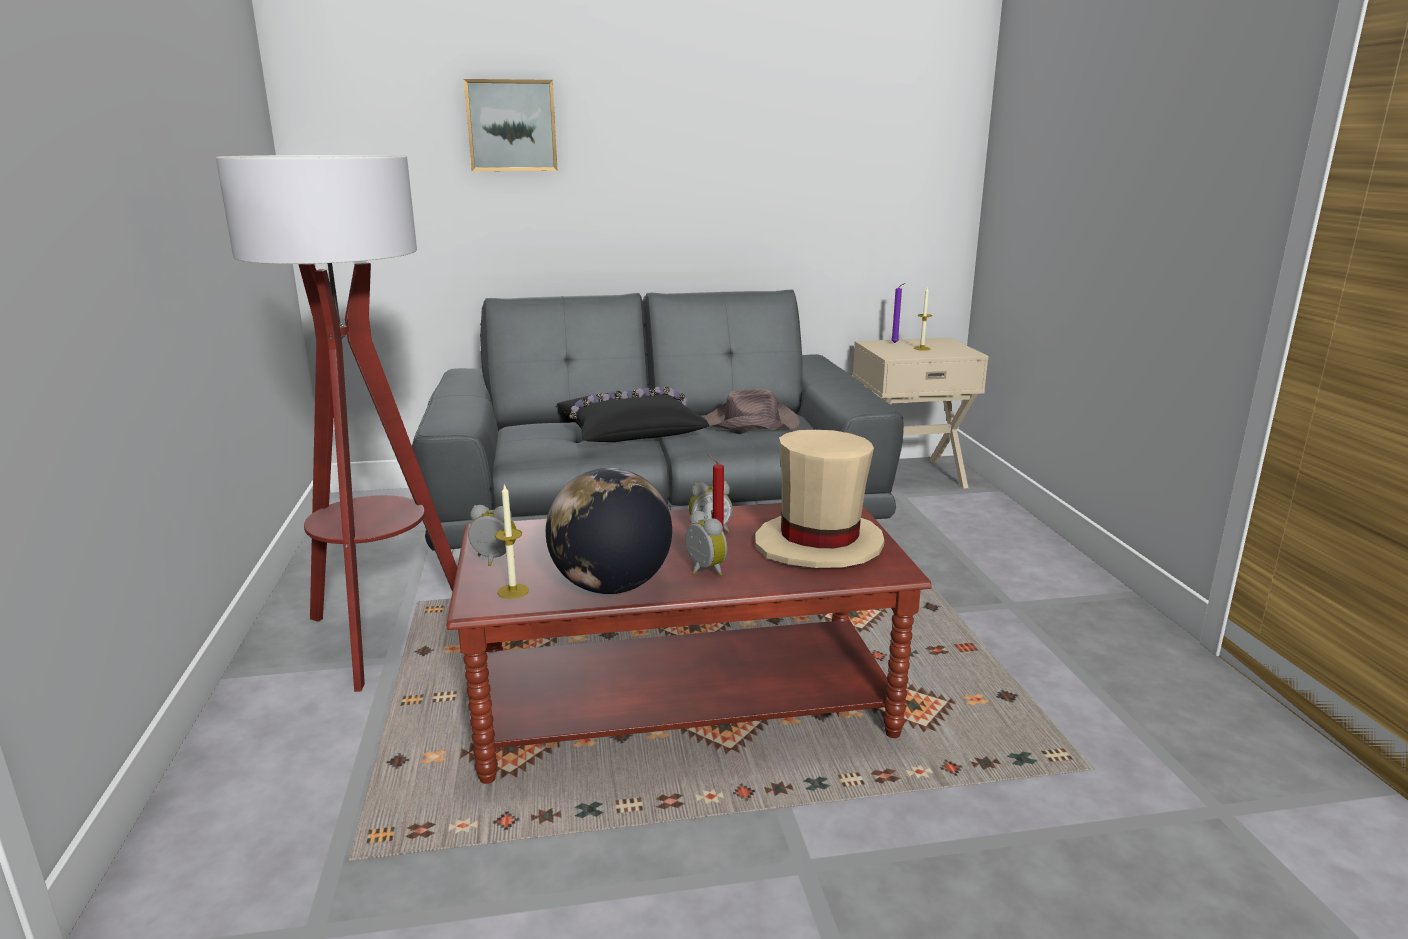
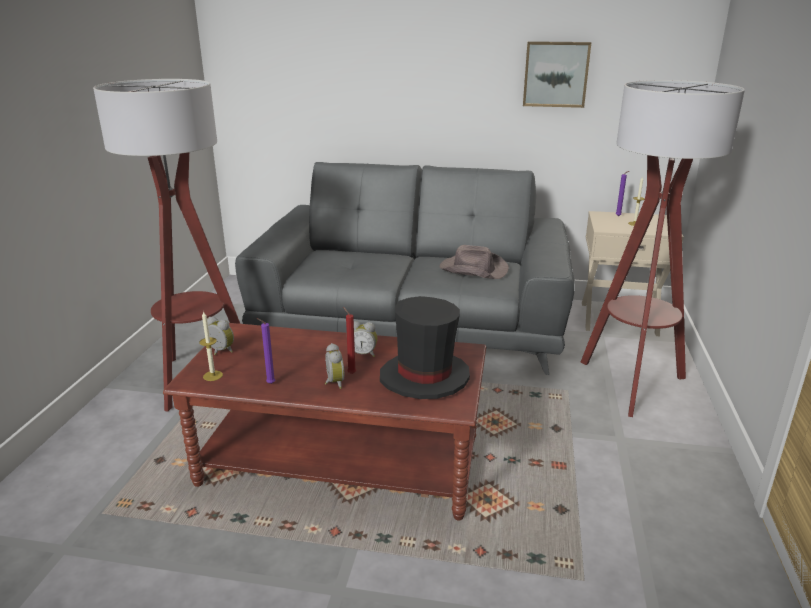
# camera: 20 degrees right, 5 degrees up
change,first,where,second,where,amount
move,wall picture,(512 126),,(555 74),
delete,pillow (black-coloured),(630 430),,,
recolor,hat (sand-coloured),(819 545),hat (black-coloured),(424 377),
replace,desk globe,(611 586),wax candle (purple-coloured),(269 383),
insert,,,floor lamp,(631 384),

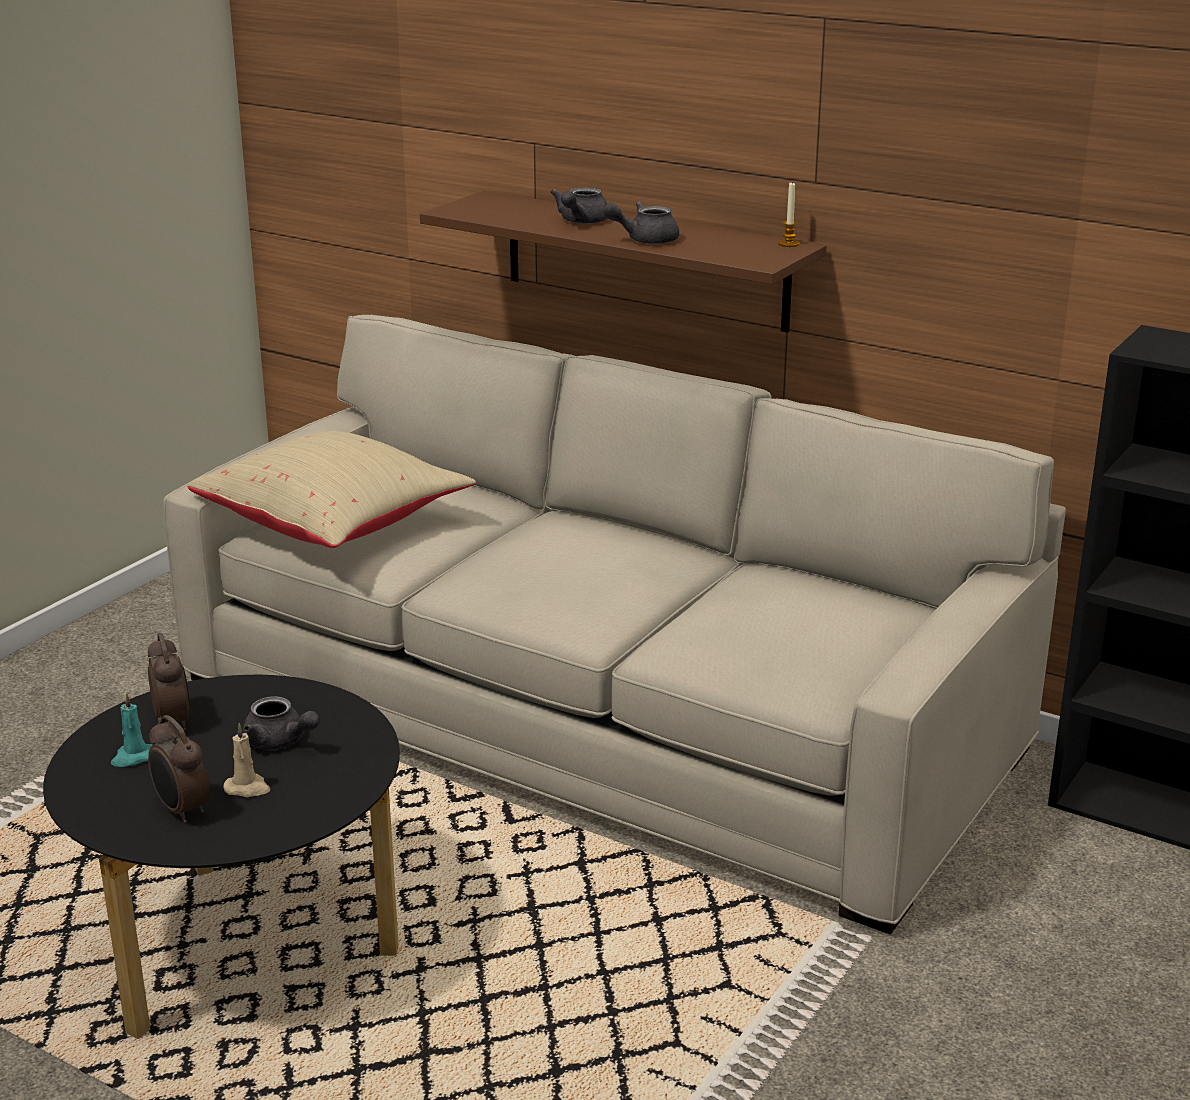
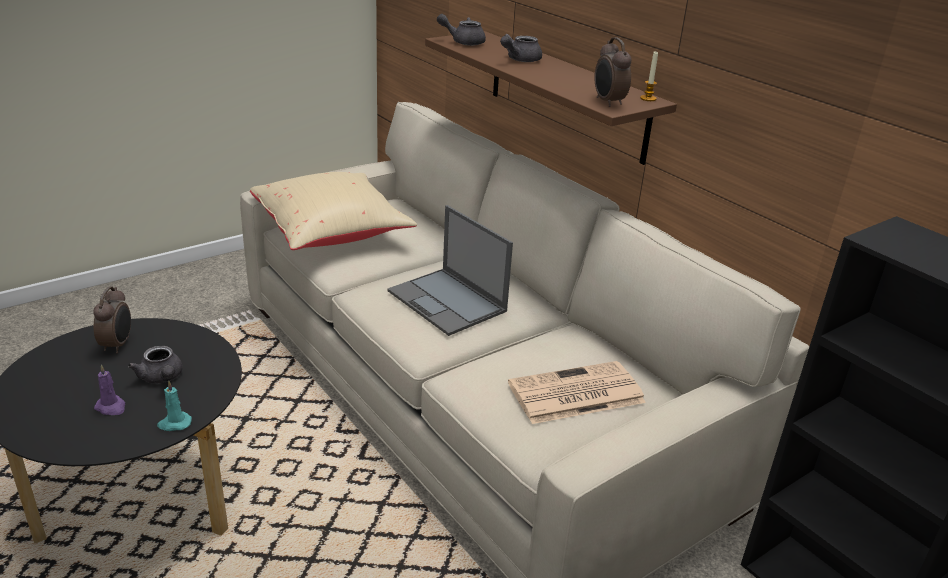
# camera: 20 degrees right, 5 degrees up
change,first,where,second,where,amount
move,teapot (gray),(644 240),,(463 42),
move,wax candle (turquoise),(133 757),,(174 423),
move,alarm clock,(181 810),,(608 102),
recolor,wax candle (sand-coloured),(248 788),wax candle (purple-coloured),(111 407),
insert,,,laptop,(448 302),
insert,,,printed paper,(574 394),

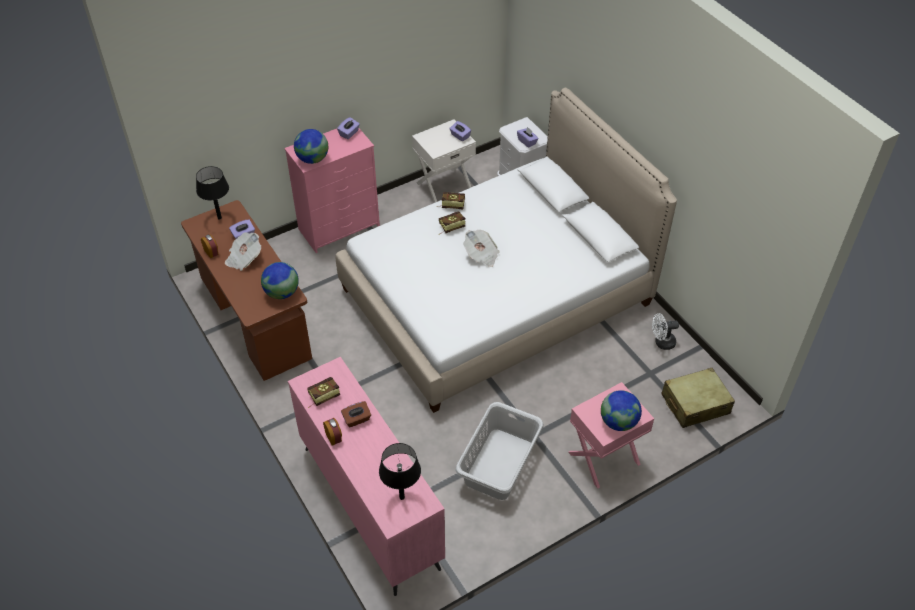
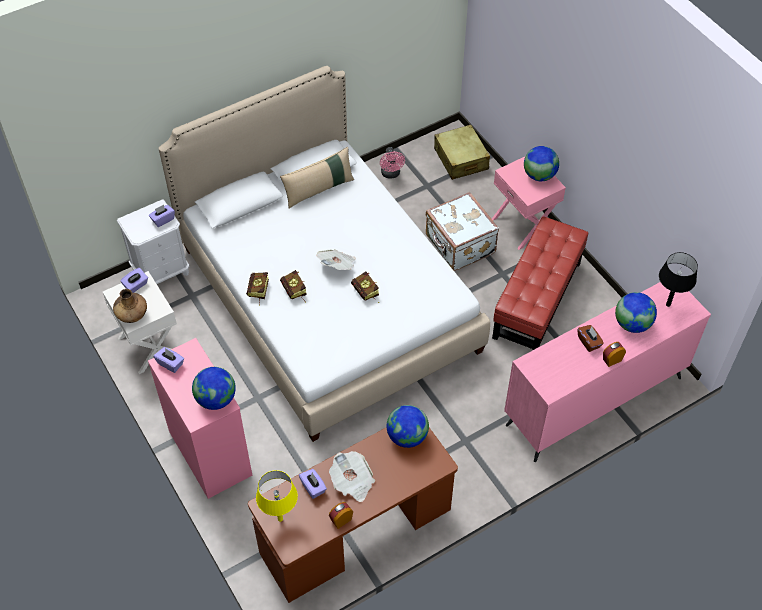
# camera: 90 degrees left, 5 degrees up
change,first,where,second,where,amount
recolor,table lamp (black-coloured),(219 218),table lamp (yellow-coloured),(280 519),
recolor,electric fan (white),(661 343),electric fan (pinkish),(391 174),
move,book,(321 397),,(367 294),
replace,hamper (gray),(500 464),pouffe (reddish),(536 300),
insert,,,pillow (sand-coloured),(319 189),
insert,,,piece of luggage (white),(459 245),
insert,,,decorative vase (brown-coloured),(132 315),
insert,,,desk globe,(632 324),

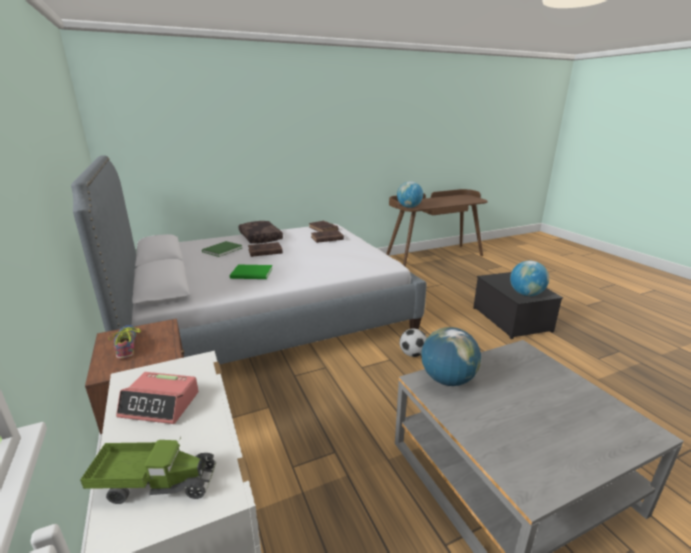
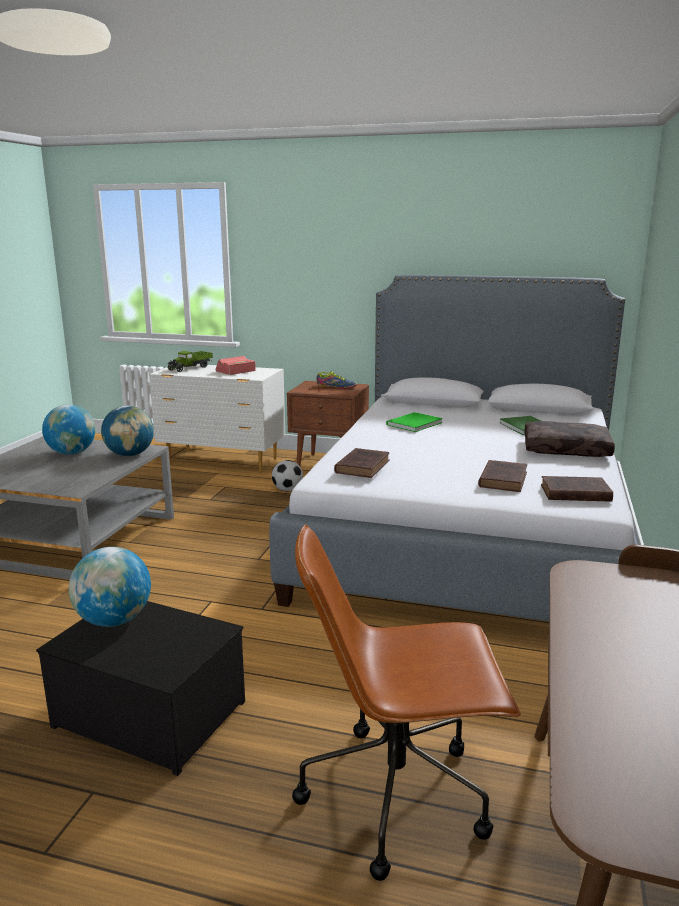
# camera: 130 degrees right, 5 degrees down
change,first,where,second,where,amount
move,desk globe,(409 207),,(72 453),
move,book (brown-coloured),(264 252),,(363 466),
move,ball for football,(412 354),,(287 490),
insert,,,office chair (brown-coloured),(398 794),

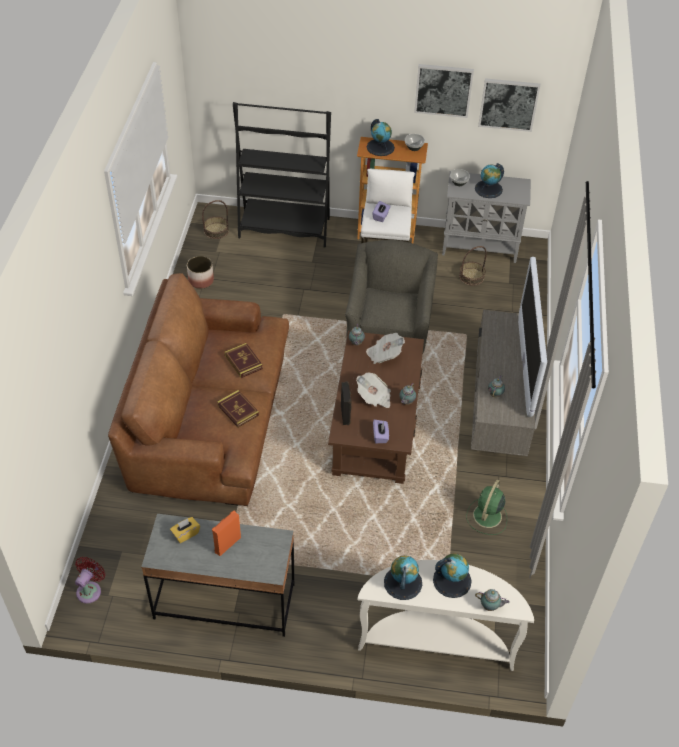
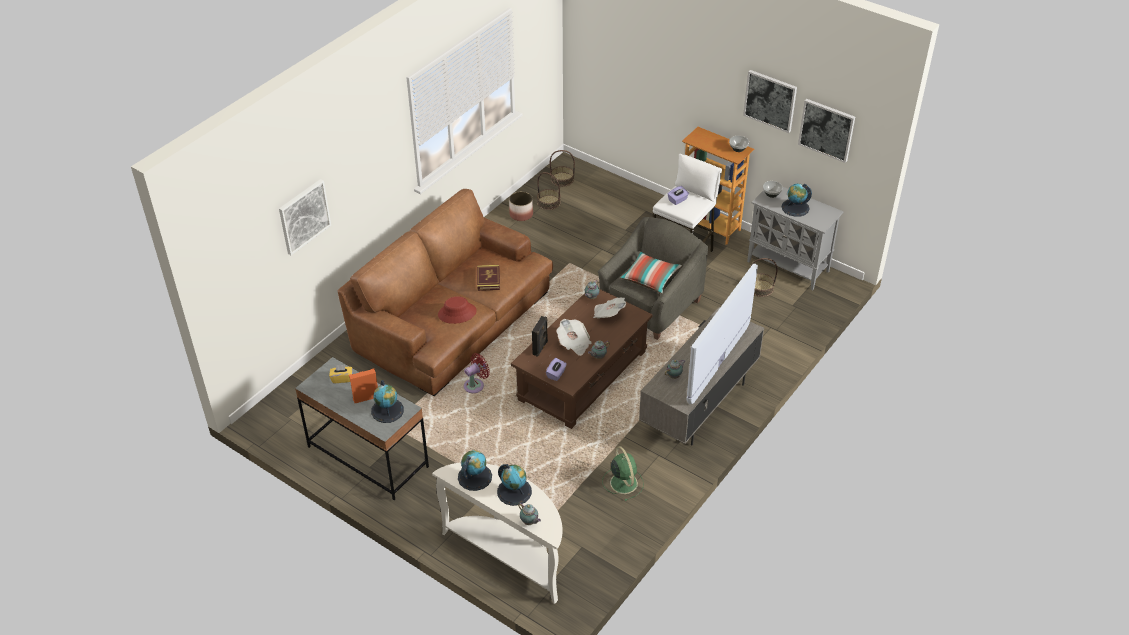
# camera: 30 degrees right, 5 degrees down
change,first,where,second,where,amount
delete,bookcase (black-coloured),(284 228),,,
move,desk globe,(380 147),,(387 410),
replace,book,(238 410),hat (reddish),(457 313),
rotate,electric fan (greenish),(486 517),,(623 482),105 degrees clockwise
move,electric fan (reddish),(90 590),,(476 385),
insert,,,basket,(548 202),
insert,,,wall picture,(304 216),
insert,,,pillow,(650 278),

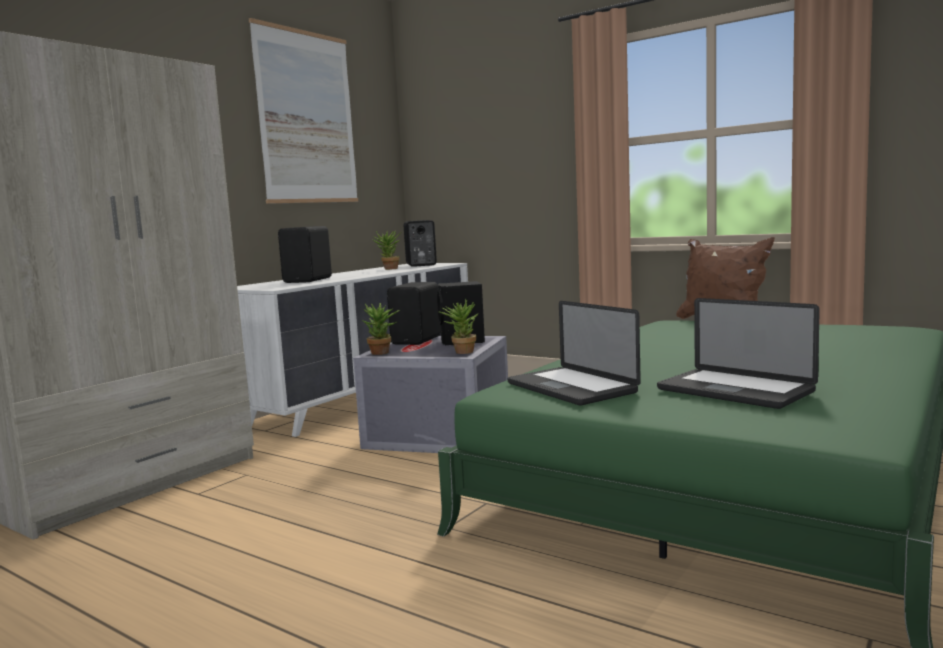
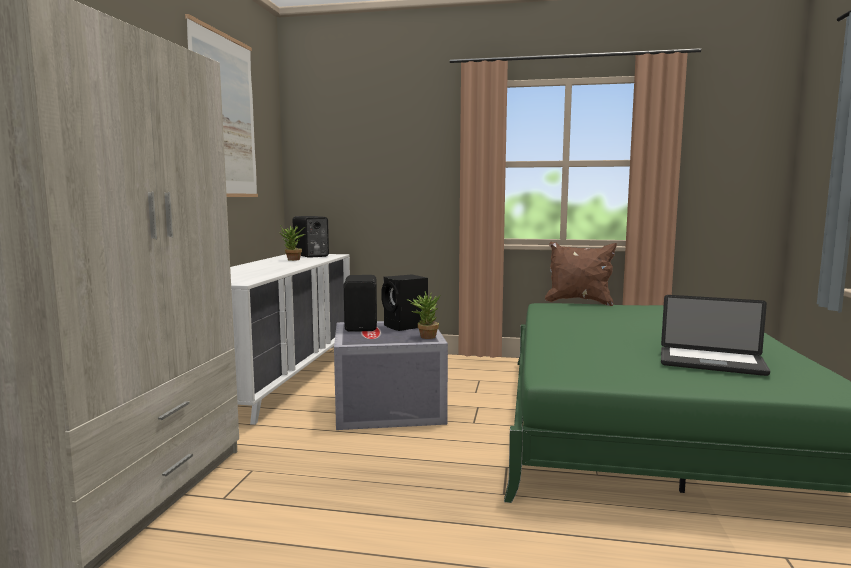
# camera: 25 degrees left, 0 degrees up
change,first,where,second,where,amount
delete,audio speaker (black-coloured),(309 280),,,
delete,laptop,(570 388),,,
delete,plant in a pot,(383 353),,,

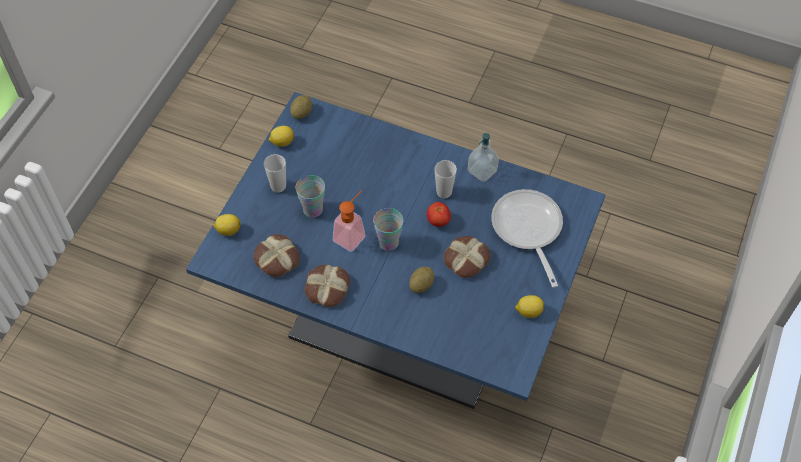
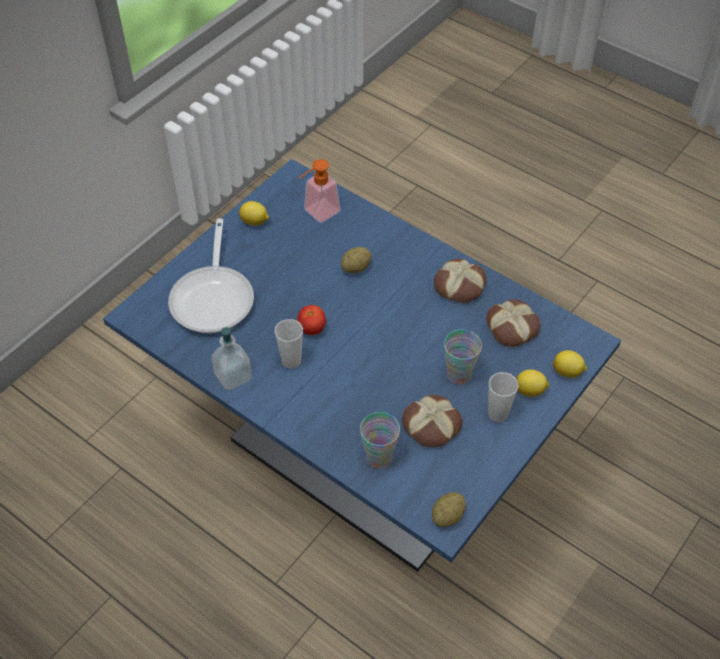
# camera: 165 degrees left, 5 degrees down
change,first,where,second,where,amount
move,lemon,(282 142),,(530 391),
move,soap dispenser,(352 235),,(317 214),
move,cup,(388 242),,(379 457),
move,bread,(466 259),,(432 426),

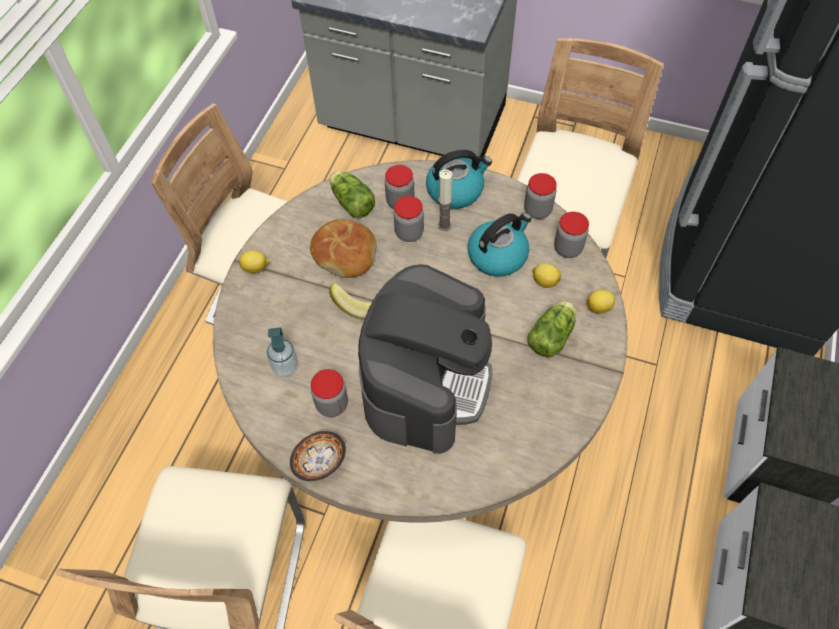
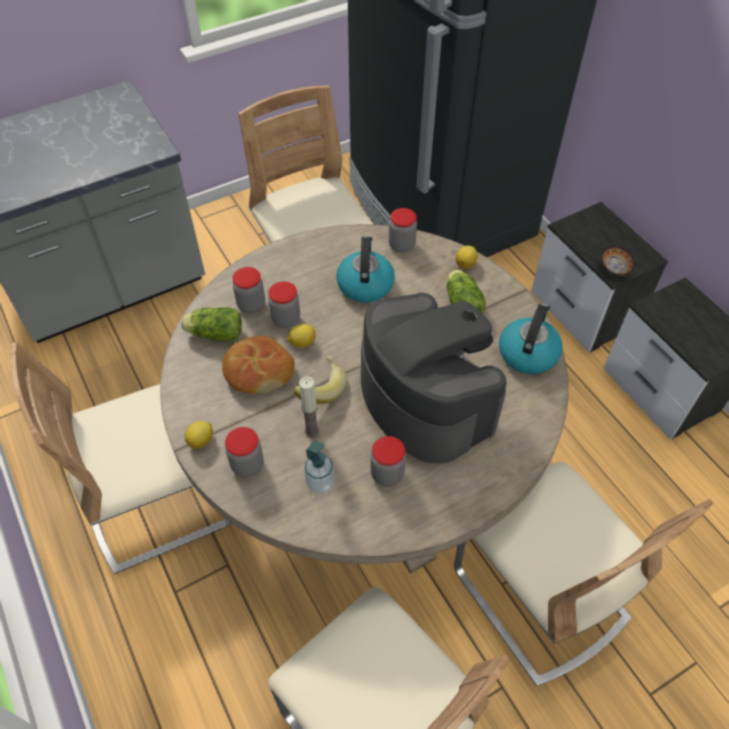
# camera: 50 degrees left, 5 degrees down
change,first,where,second,where,amount
move,water kettle,(455 190),,(528 353),
move,wax candle,(444 225),,(312 432),
move,preserve jar,(537 210),,(247 465),
move,lemon,(544 281),,(302 343),
move,bowl,(321 461),,(615 268),

